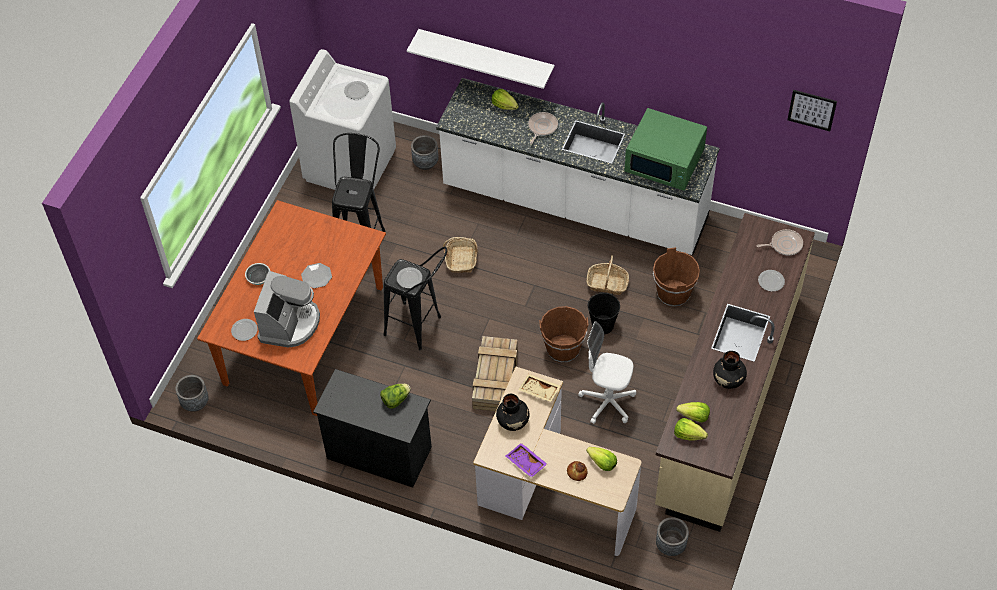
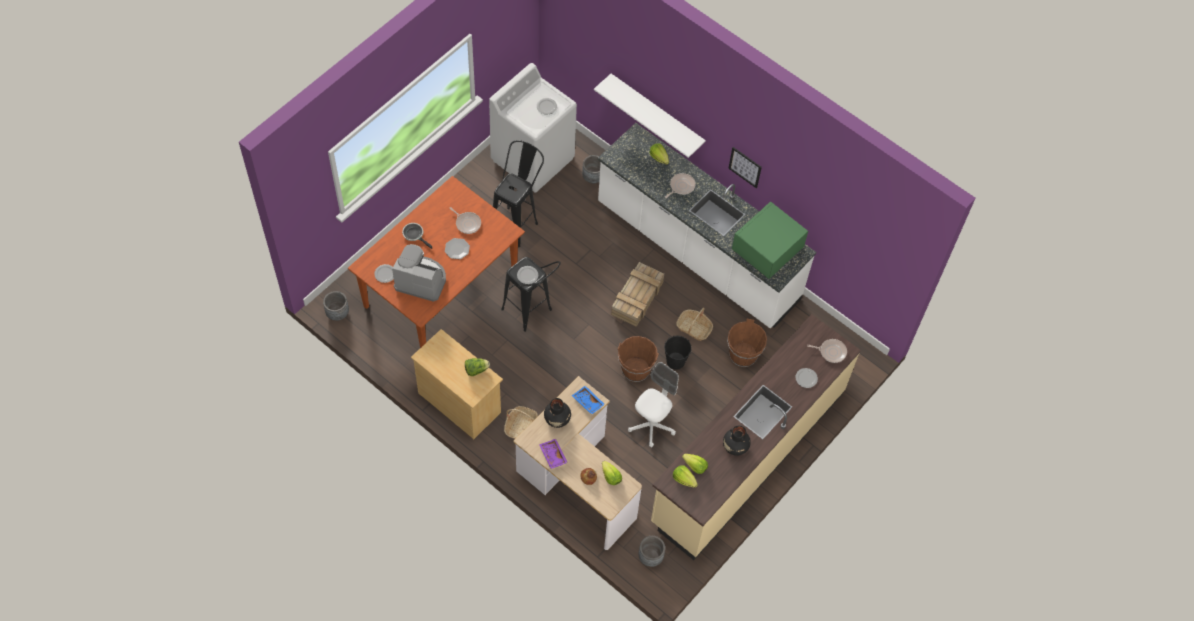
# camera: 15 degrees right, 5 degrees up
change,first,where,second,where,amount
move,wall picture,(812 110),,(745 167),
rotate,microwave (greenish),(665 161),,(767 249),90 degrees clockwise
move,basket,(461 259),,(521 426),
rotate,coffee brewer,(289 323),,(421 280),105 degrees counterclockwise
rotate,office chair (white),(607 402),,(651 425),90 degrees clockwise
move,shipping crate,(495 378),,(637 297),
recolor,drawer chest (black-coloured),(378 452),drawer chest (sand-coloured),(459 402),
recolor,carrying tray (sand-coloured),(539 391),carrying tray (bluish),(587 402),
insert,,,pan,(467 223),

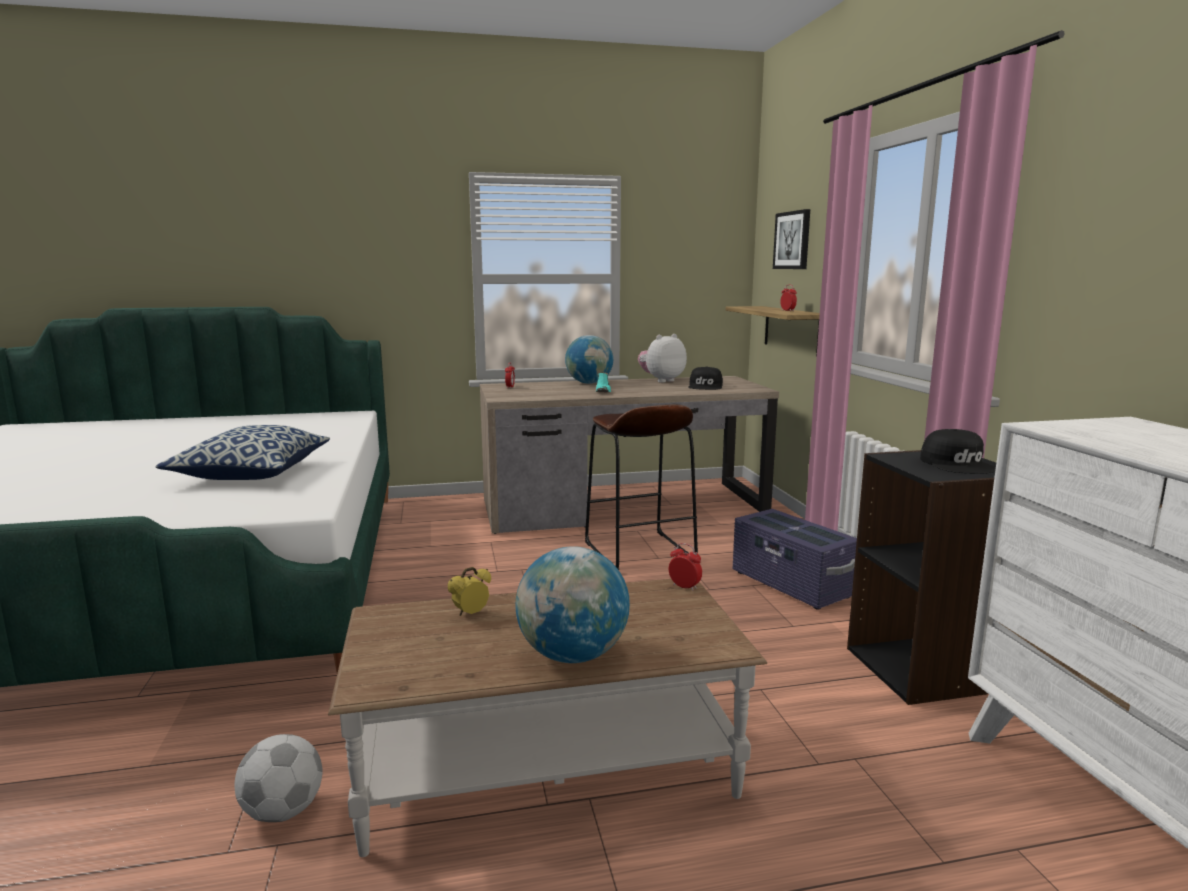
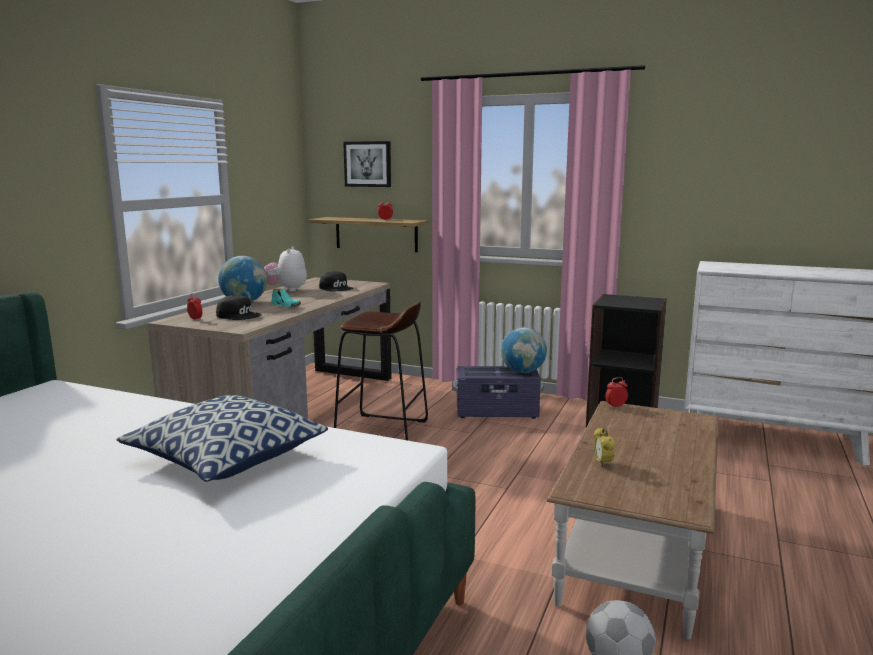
# camera: 55 degrees left, 0 degrees up
change,first,where,second,where,amount
move,cap (black-coloured),(958 464),,(239 315),
move,desk globe,(572 655),,(523 372),

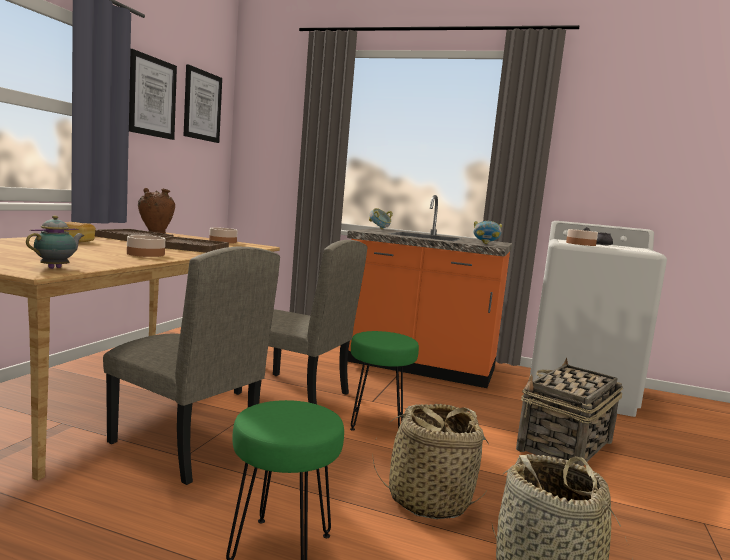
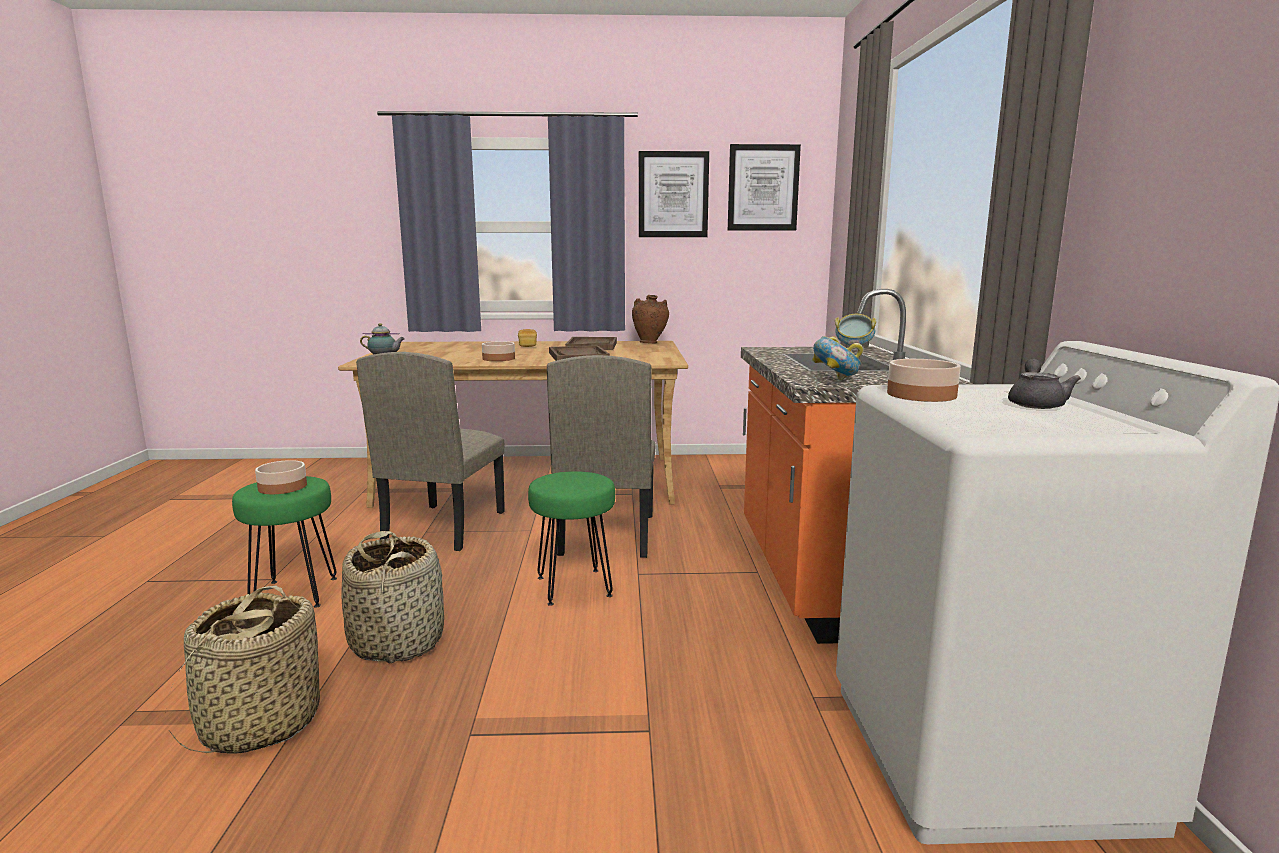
# camera: 70 degrees right, 5 degrees up
change,first,where,second,where,amount
move,bowl,(222 241),,(282 487),
delete,basket,(564 446),,,

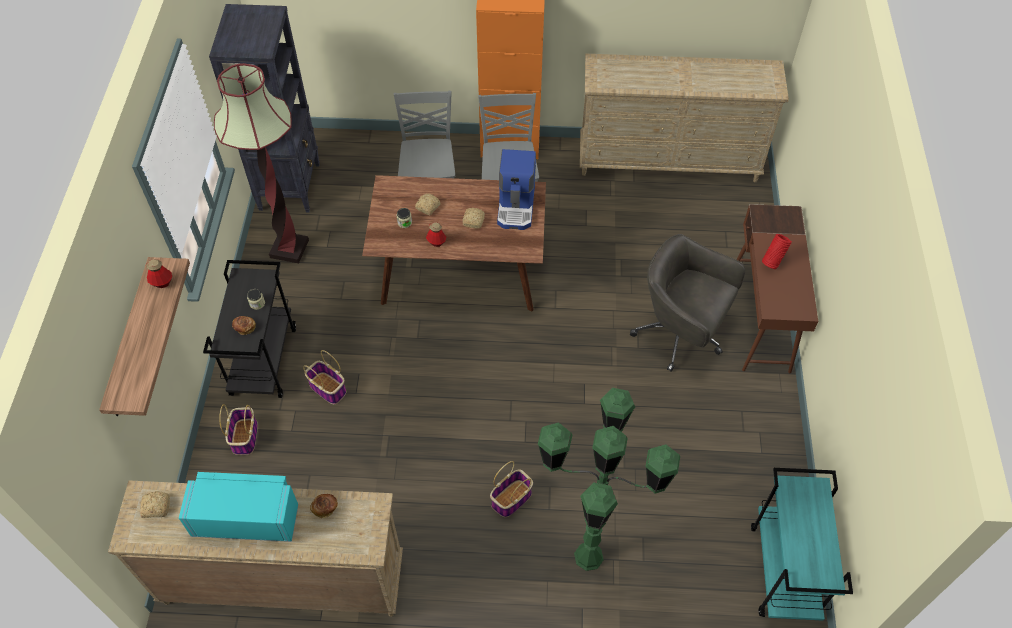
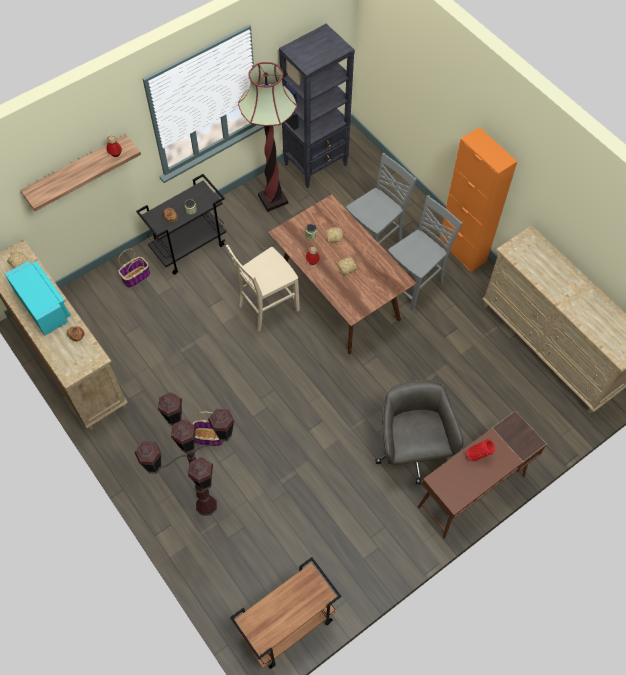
# camera: 50 degrees right, 5 degrees up
change,first,where,second,where,amount
delete,coffee brewer,(517 206),,,
delete,basket,(328 388),,,
recolor,floor lamp (greenish),(588 557),floor lamp (brown-coloured),(205 505),
recolor,trolley (turquoise),(784 572),trolley (brown-coloured),(287 627),
insert,,,plain chair (sand-coloured),(267 307),

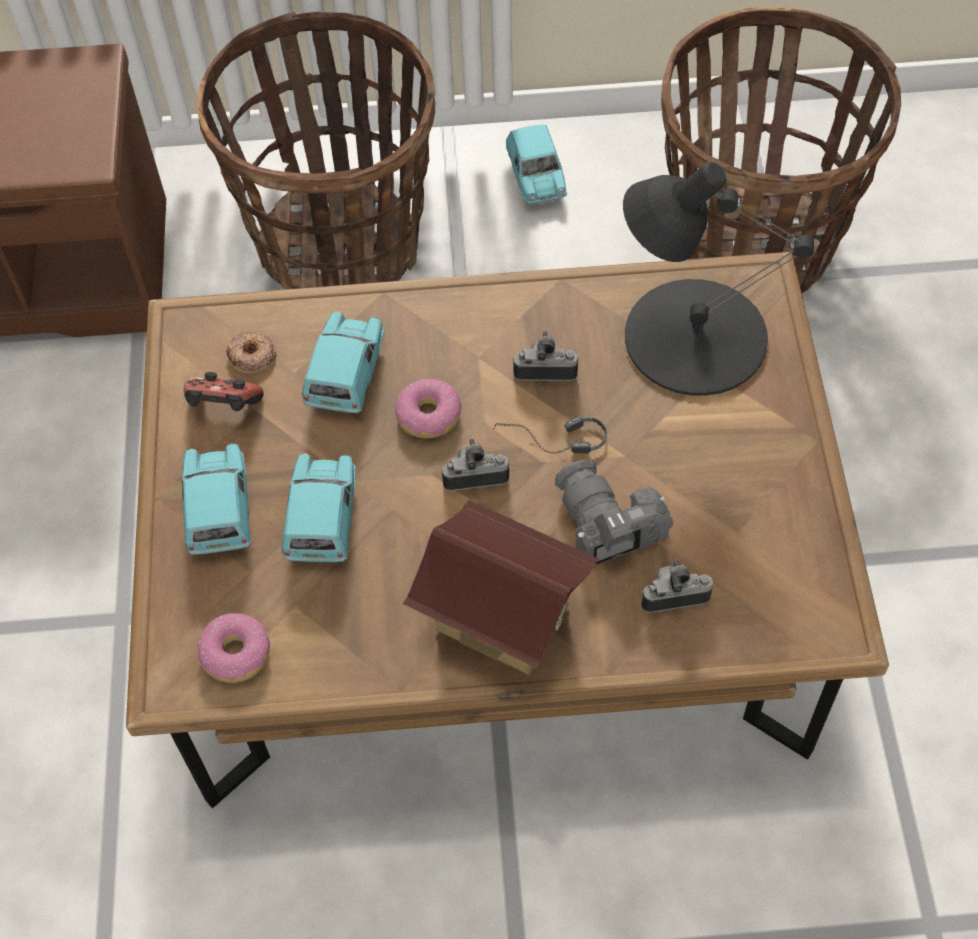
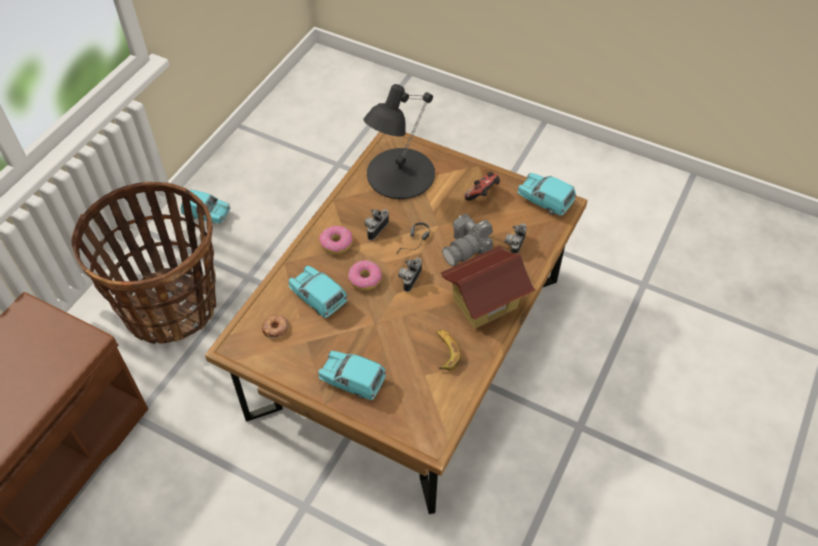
# camera: 60 degrees left, 5 degrees down
change,first,where,second,where,amount
delete,basket,(752 245),,,
move,game controller,(224 407),,(482 194),
move,toy car (turquoise),(323 519),,(544 201),
rotate,photo camera,(606 527),,(467 248),45 degrees counterclockwise
move,donut,(236 654),,(336 243),
insert,,,banana fruit,(445 351),

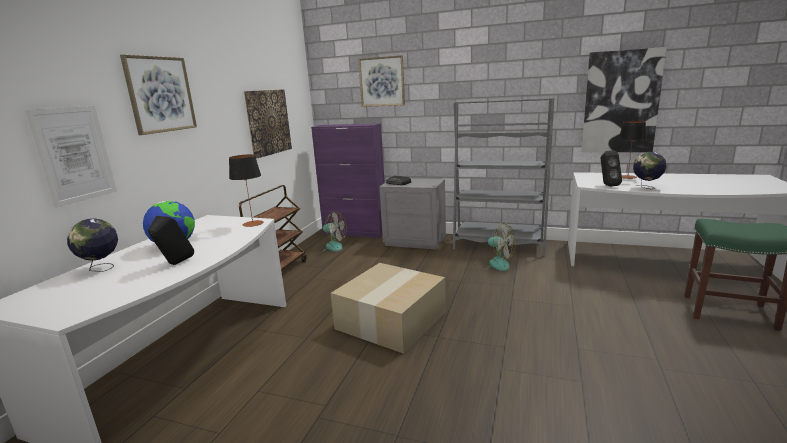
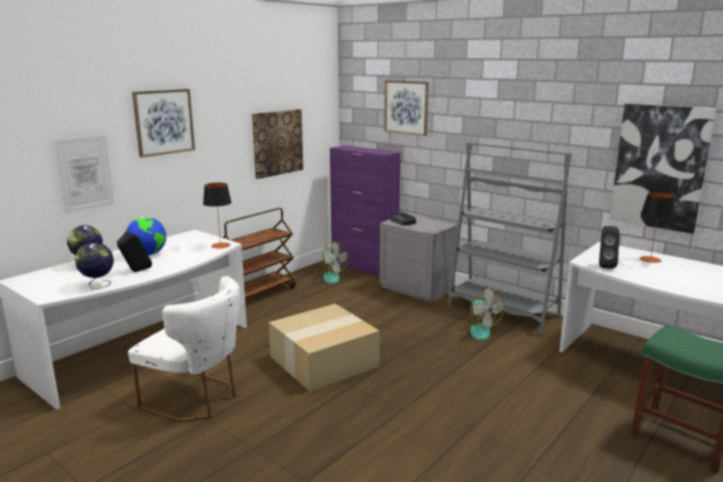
# camera: 20 degrees right, 0 degrees up
change,first,where,second,where,amount
move,desk globe,(646 188),,(98 285),
insert,,,plain chair (white),(197 399),

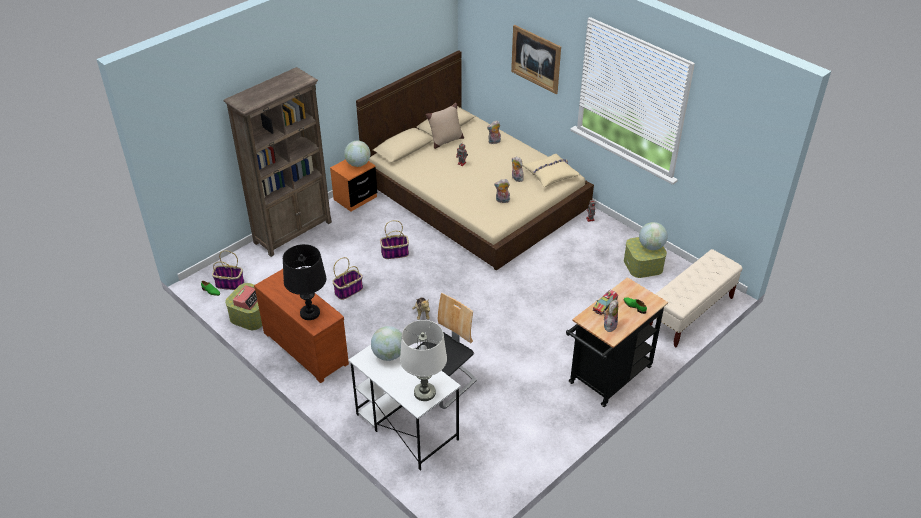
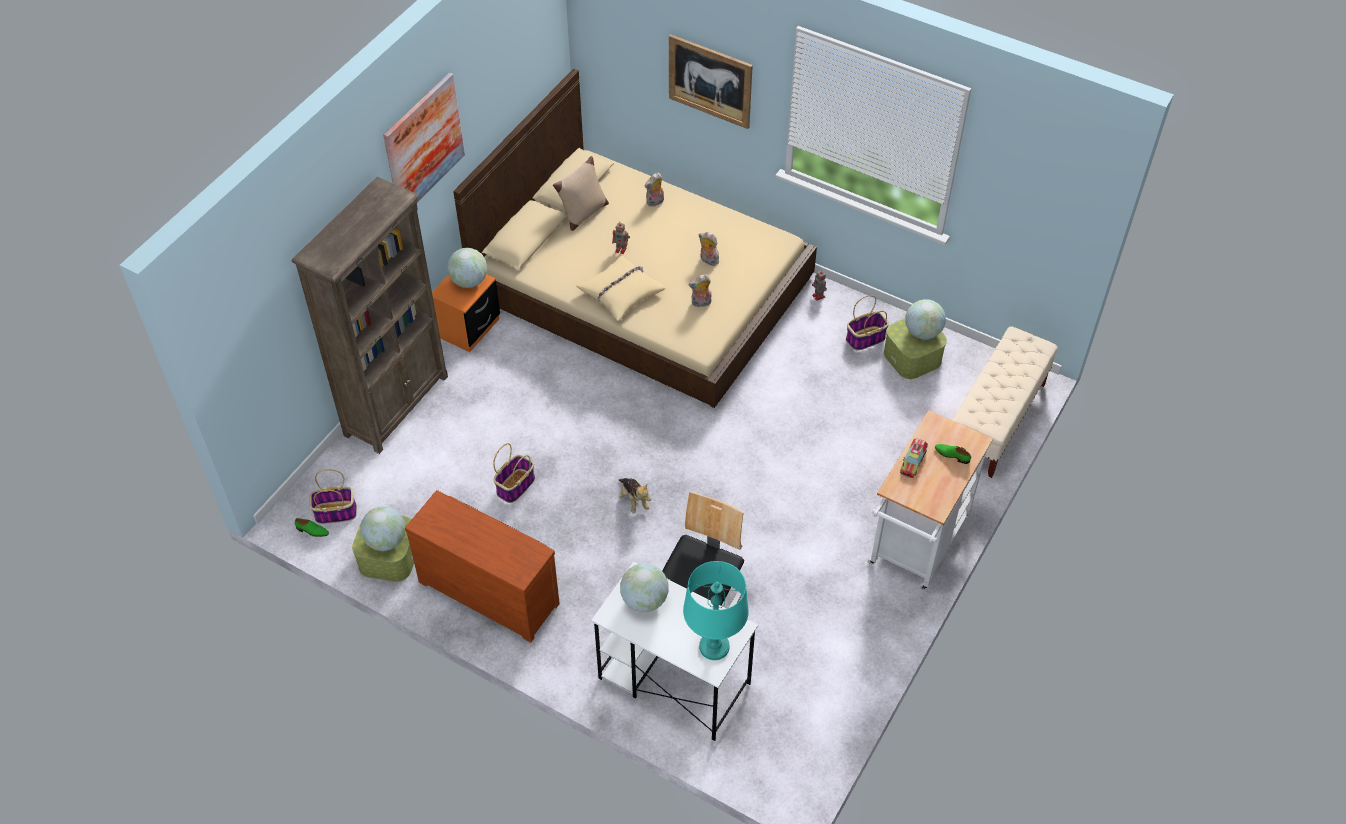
# camera: 15 degrees left, 10 degrees up
change,first,where,second,where,amount
move,pillow (sand-coloured),(550 174),,(620 293),
move,basket,(394 253),,(865 339),
delete,table lamp (black-coloured),(310 313),,,
recolor,trolley (black-coloured),(607 378),trolley (white),(916 546),
replace,alarm clock,(248 300),desk globe,(386 541),
delete,plush toy,(609 325),,,
recolor,table lamp (white),(424 392),table lamp (turquoise),(714 647),
insert,,,wall picture,(423 144),

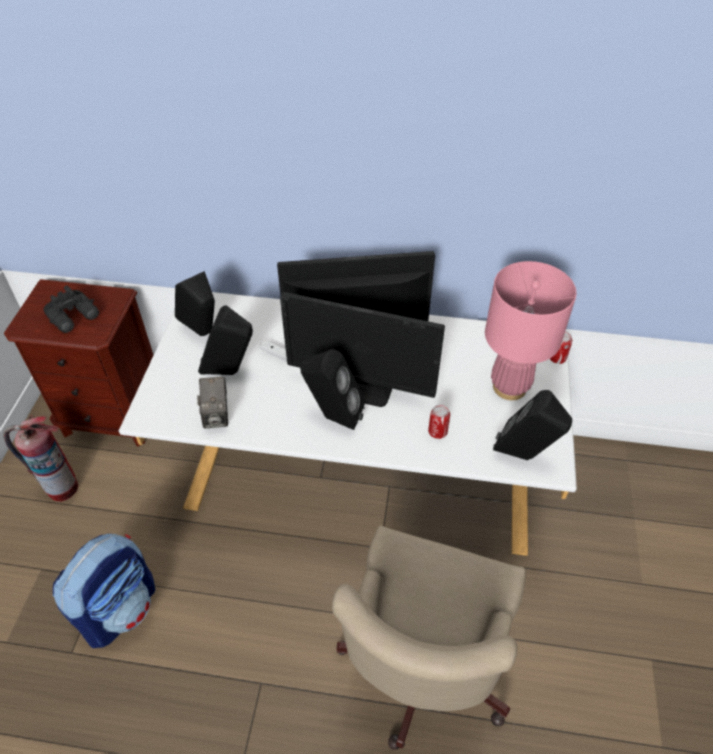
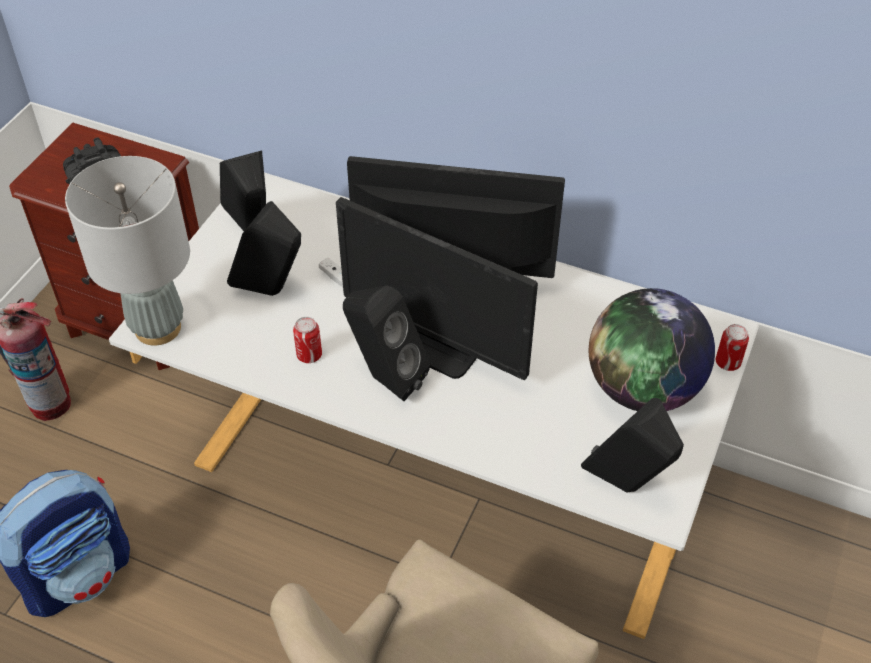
# camera: 15 degrees right, 0 degrees up
change,first,where,second,where,amount
replace,table lamp (pinkish),(509 387),desk globe,(643 389),
delete,photo camera,(217 415),,,
move,can,(437 432),,(309 355),
insert,,,table lamp (gray),(157 328),

